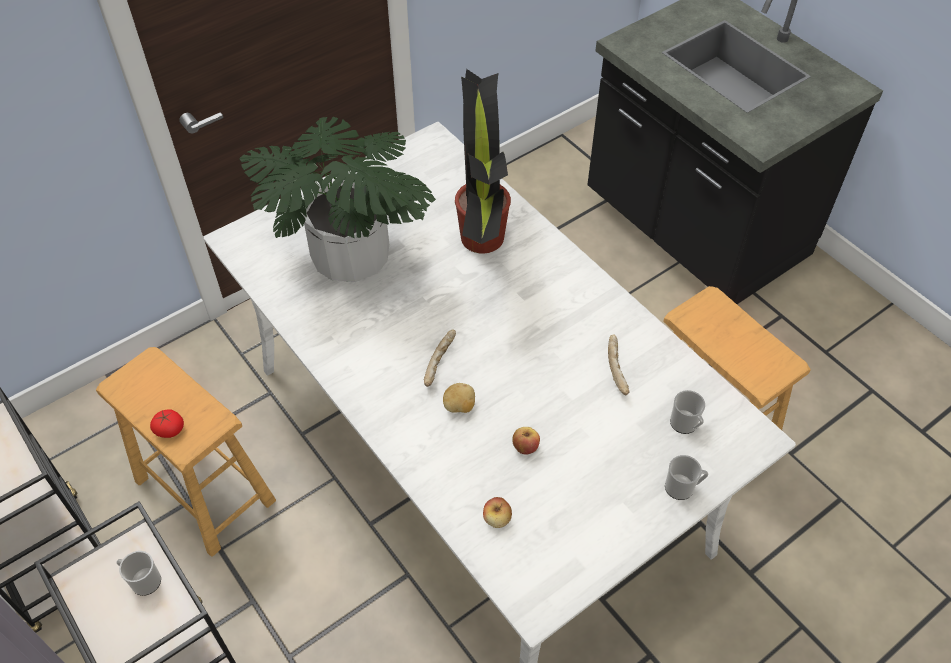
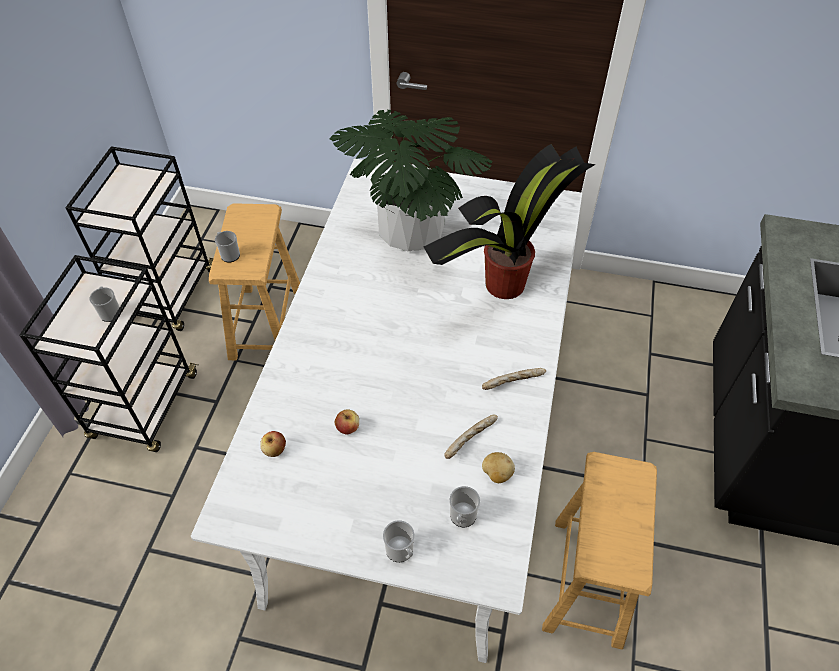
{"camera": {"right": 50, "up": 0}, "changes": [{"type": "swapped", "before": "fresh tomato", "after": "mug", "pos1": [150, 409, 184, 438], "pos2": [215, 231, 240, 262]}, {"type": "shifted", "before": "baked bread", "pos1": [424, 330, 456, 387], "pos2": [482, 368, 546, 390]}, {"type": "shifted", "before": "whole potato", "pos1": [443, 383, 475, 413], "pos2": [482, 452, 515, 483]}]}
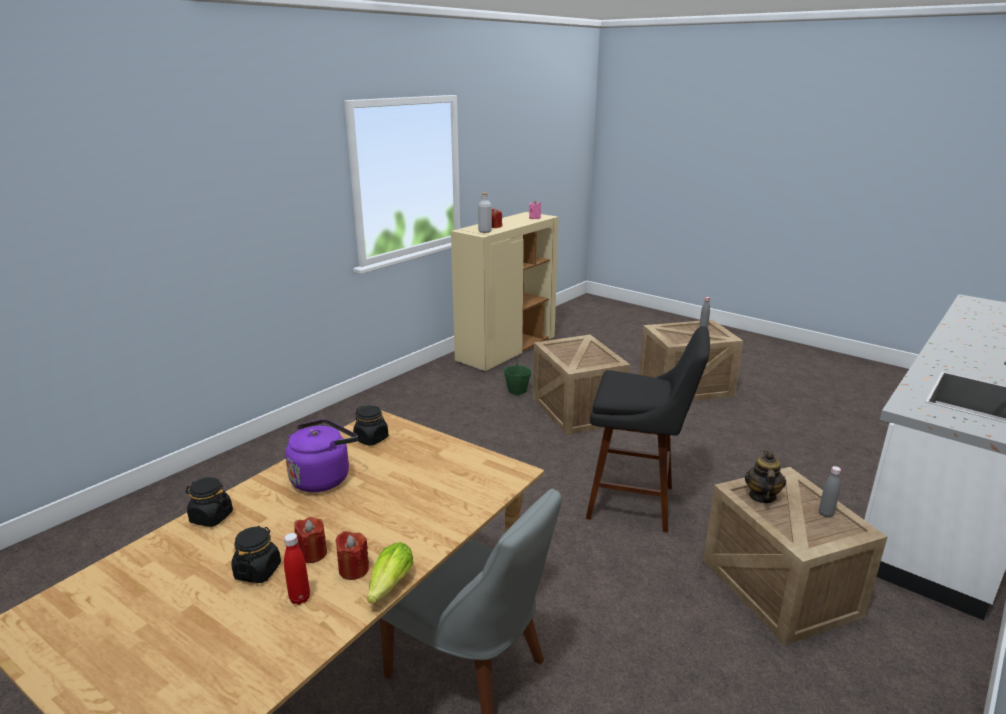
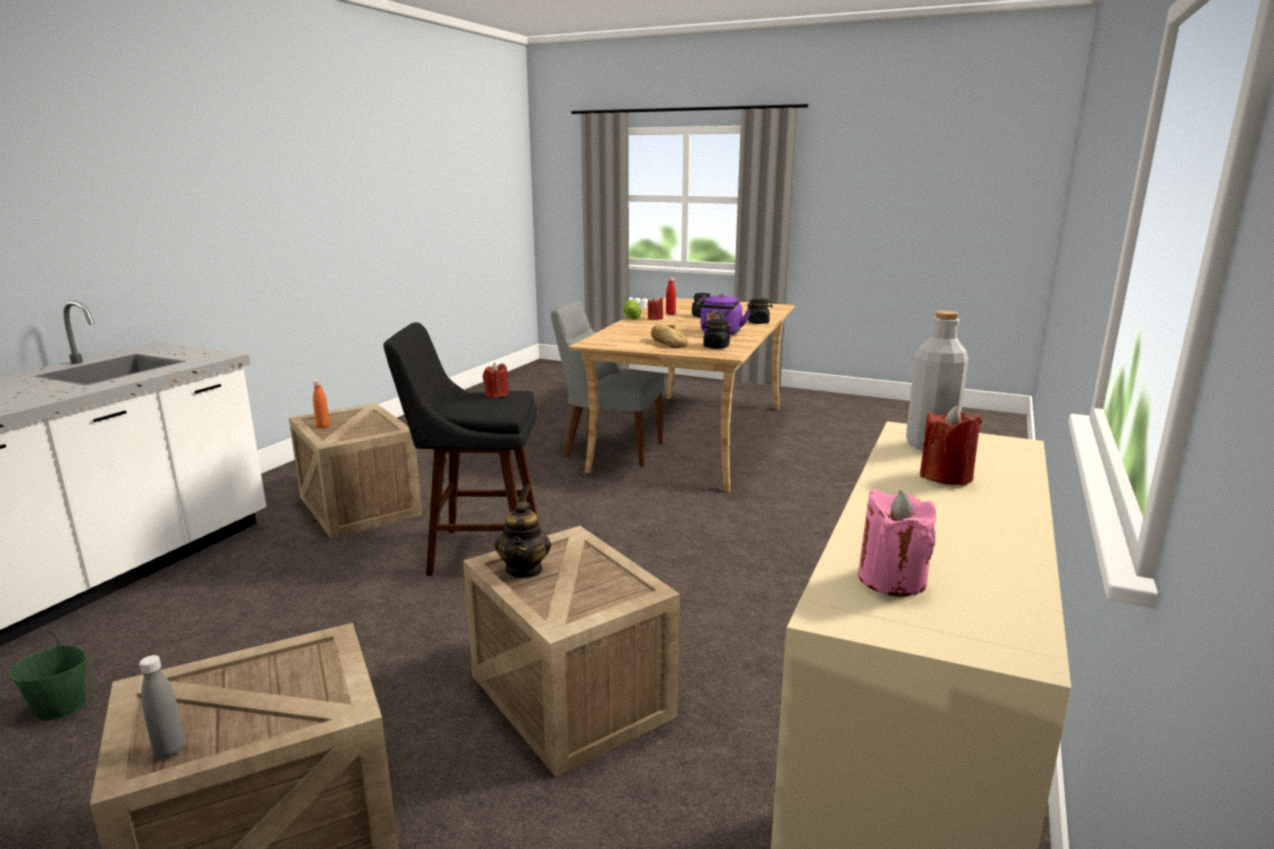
{"camera": {"right": 165, "up": -5}, "changes": [{"type": "shifted", "before": "green-coloured bucket", "pos1": [503, 356, 532, 395], "pos2": [9, 630, 88, 721]}, {"type": "repainted", "before": "grey beverage bottle", "after": "orangey beverage bottle", "pos1": [819, 466, 841, 518], "pos2": [313, 380, 330, 429]}, {"type": "shifted", "before": "red wax light", "pos1": [294, 517, 327, 563], "pos2": [483, 363, 509, 398]}, {"type": "shifted", "before": "pot for tea", "pos1": [745, 450, 786, 503], "pos2": [495, 502, 551, 578]}, {"type": "new", "after": "baked bread", "pos2": [651, 324, 687, 348]}]}
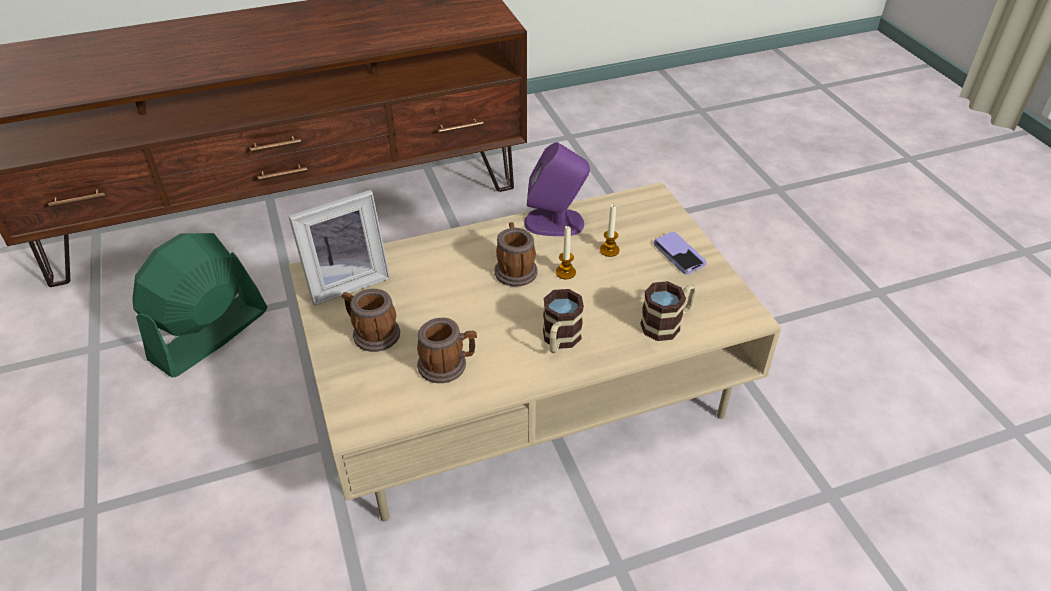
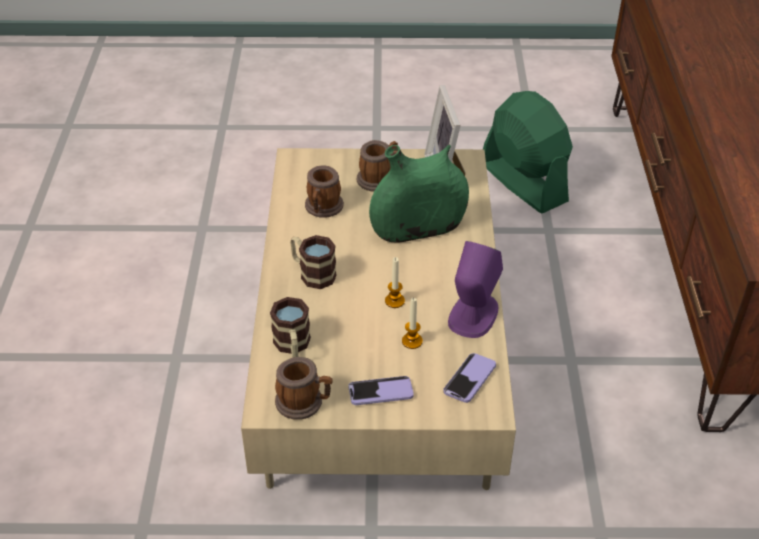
{"camera": {"right": 110, "up": 0}, "changes": [{"type": "shifted", "before": "mug", "pos1": [494, 222, 538, 286], "pos2": [275, 357, 333, 420]}, {"type": "new", "after": "green-coloured decorative vase", "pos2": [369, 145, 469, 243]}, {"type": "new", "after": "telephone", "pos2": [443, 353, 496, 403]}]}
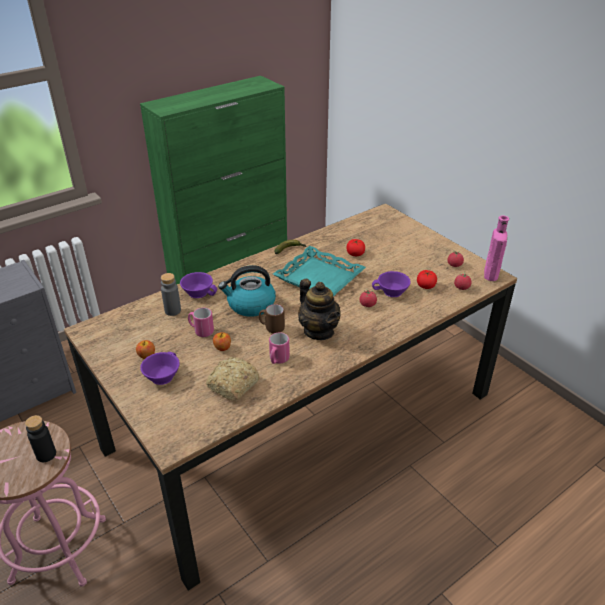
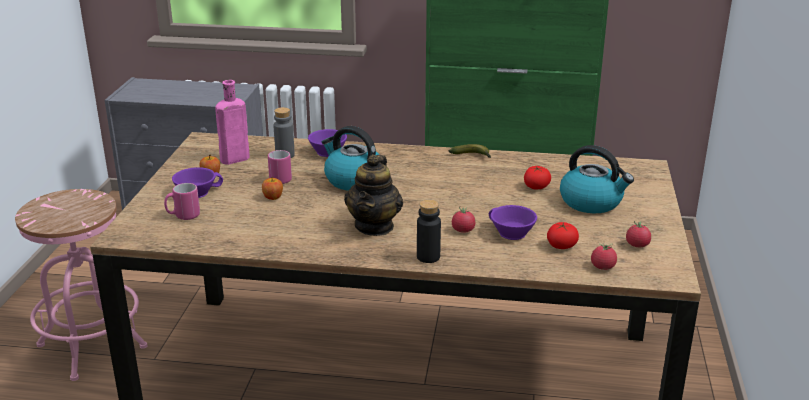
{"camera": {"right": 45, "up": -10}, "changes": [{"type": "shifted", "before": "pink-coloured mug", "pos1": [269, 332, 290, 364], "pos2": [164, 183, 200, 220]}, {"type": "shifted", "before": "pink-coloured beverage bottle", "pos1": [484, 215, 509, 281], "pos2": [215, 80, 250, 165]}, {"type": "shifted", "before": "black-coloured beverage bottle", "pos1": [25, 415, 56, 462], "pos2": [417, 200, 441, 263]}, {"type": "new", "after": "tea kettle", "pos2": [560, 145, 634, 213]}, {"type": "gone", "before": "baked bread", "pos1": [206, 357, 260, 401]}, {"type": "gone", "before": "brown-coloured mug", "pos1": [259, 304, 285, 333]}, {"type": "gone", "before": "turquoise serving tray", "pos1": [273, 246, 366, 297]}]}
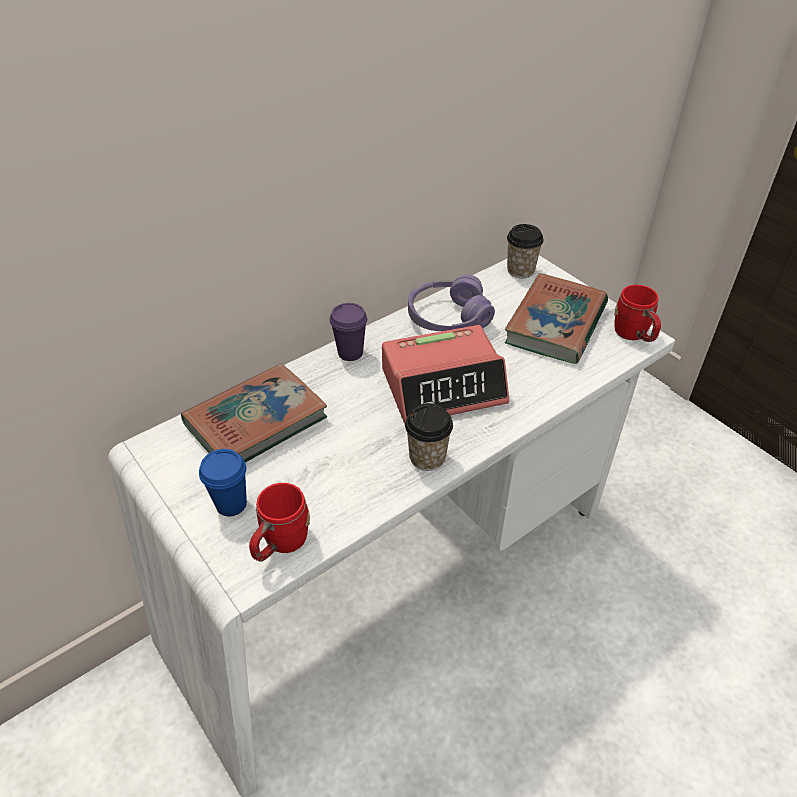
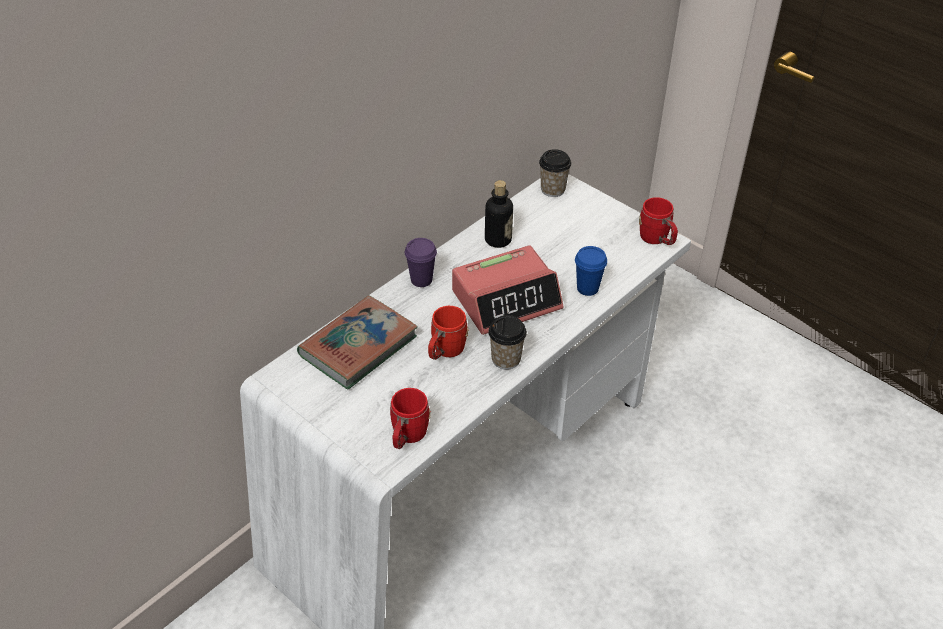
{"camera": {"right": -10, "up": 0}, "changes": [{"type": "new", "after": "red mug", "pos2": [428, 306, 468, 360]}, {"type": "swapped", "before": "purple headphones", "after": "beverage bottle", "pos1": [408, 275, 495, 331], "pos2": [485, 180, 513, 248]}, {"type": "shifted", "before": "blue-coloured small cup", "pos1": [199, 449, 247, 516], "pos2": [575, 246, 607, 296]}, {"type": "gone", "before": "bound book", "pos1": [505, 273, 608, 364]}]}
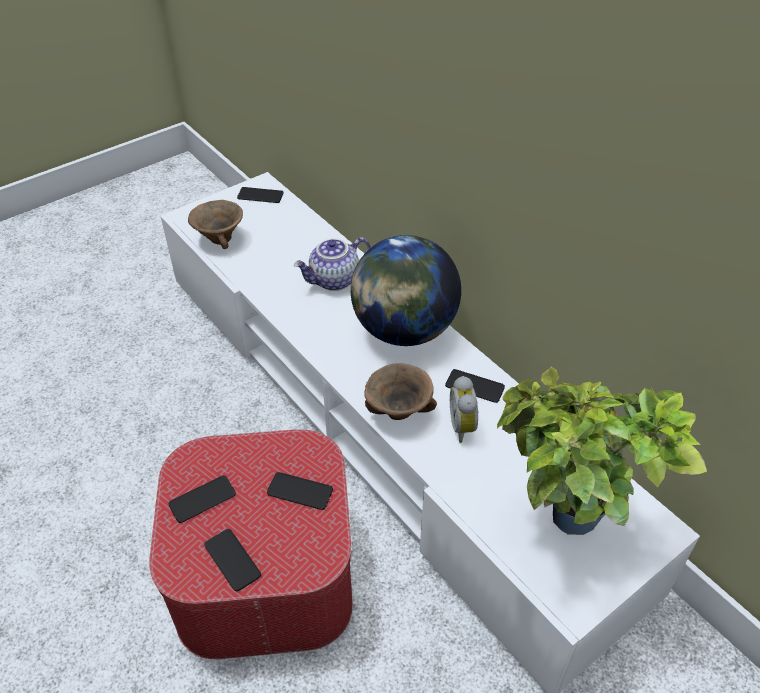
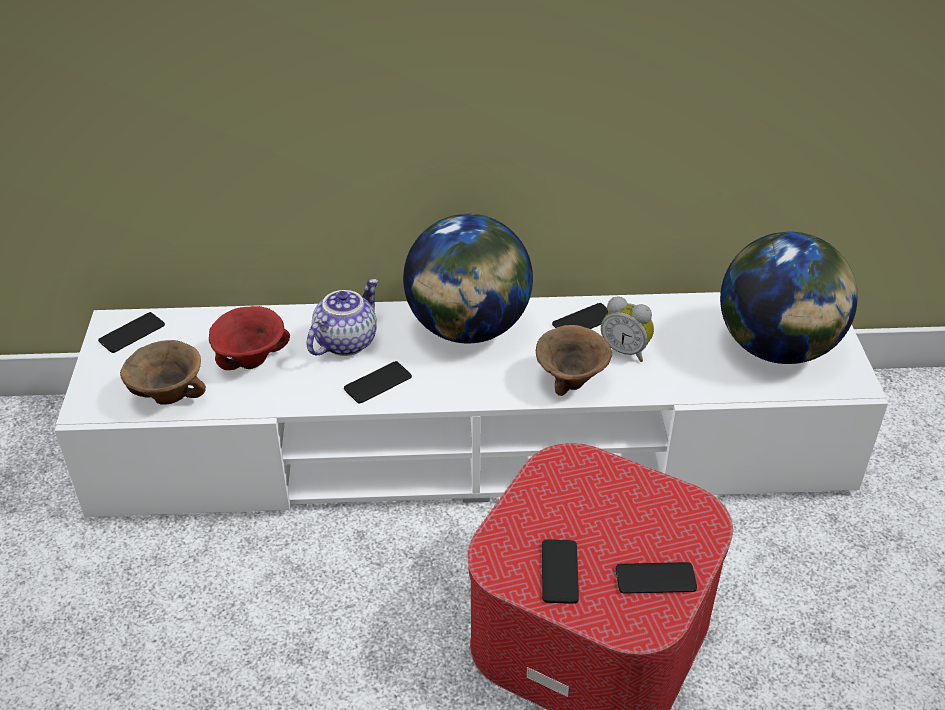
{"camera": {"right": -55, "up": -5}, "changes": [{"type": "new", "after": "red bowl", "pos2": [209, 306, 290, 370]}, {"type": "rotated", "before": "pot for tea", "pos1": [294, 237, 371, 291], "pos2": [306, 279, 378, 356], "turn": -150}, {"type": "shifted", "before": "telephone", "pos1": [267, 472, 333, 510], "pos2": [344, 361, 412, 404]}, {"type": "swapped", "before": "potted plant", "after": "desk globe", "pos1": [497, 367, 707, 535], "pos2": [720, 232, 858, 364]}]}
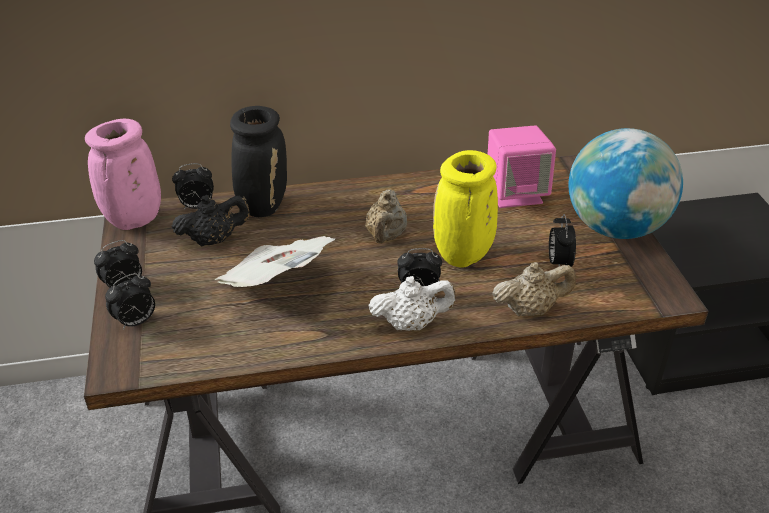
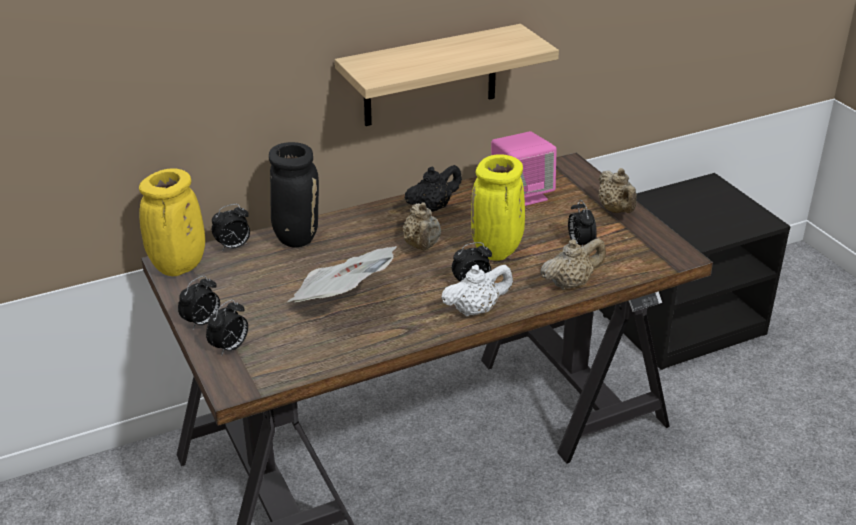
{"camera": {"right": -15, "up": -5}, "changes": [{"type": "repainted", "before": "pink-coloured decorative vase", "after": "yellowish decorative vase", "pos1": [85, 119, 161, 230], "pos2": [139, 168, 205, 276]}, {"type": "new", "after": "shelf", "pos2": [335, 24, 559, 126]}, {"type": "shifted", "before": "black-coloured pot for tea", "pos1": [171, 195, 250, 247], "pos2": [405, 165, 462, 212]}, {"type": "swapped", "before": "desk globe", "after": "sand-coloured pot for tea", "pos1": [568, 128, 683, 239], "pos2": [599, 168, 637, 213]}]}
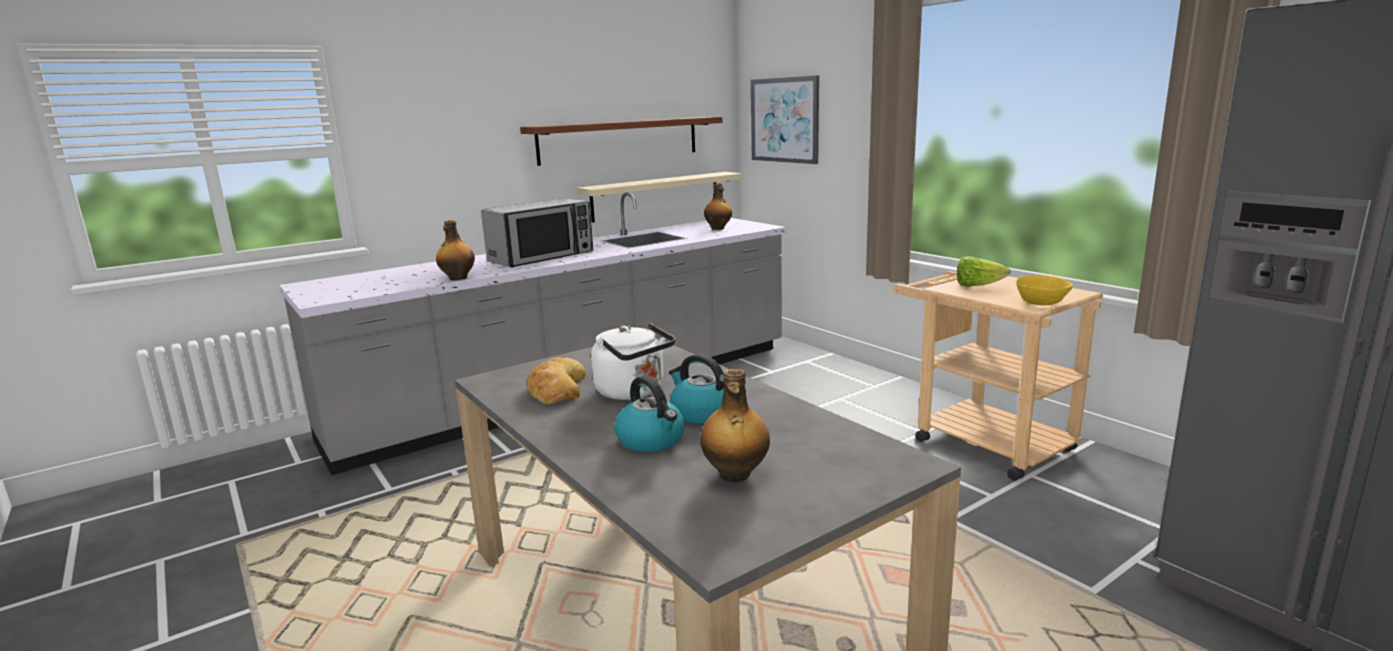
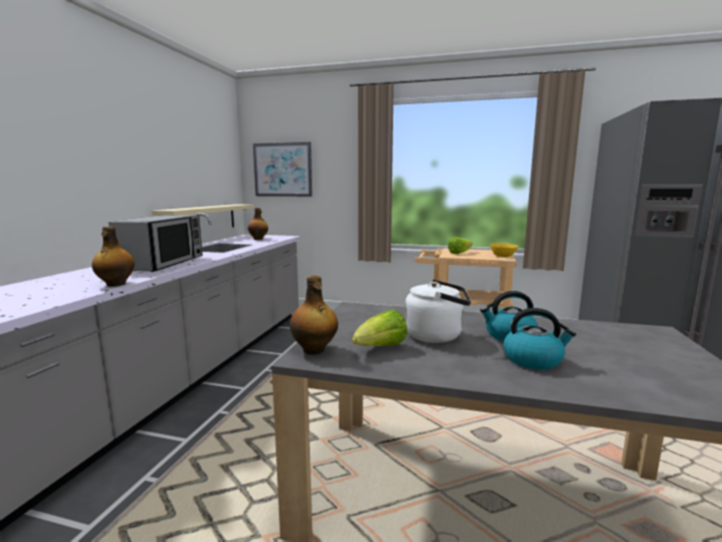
{"camera": {"right": -40, "up": -5}, "changes": [{"type": "shifted", "before": "beverage bottle", "pos1": [700, 369, 770, 483], "pos2": [290, 275, 338, 355]}, {"type": "swapped", "before": "baked bread", "after": "head of lettuce", "pos1": [527, 357, 586, 404], "pos2": [352, 310, 408, 346]}, {"type": "gone", "before": "shelf", "pos1": [520, 117, 722, 166]}]}
